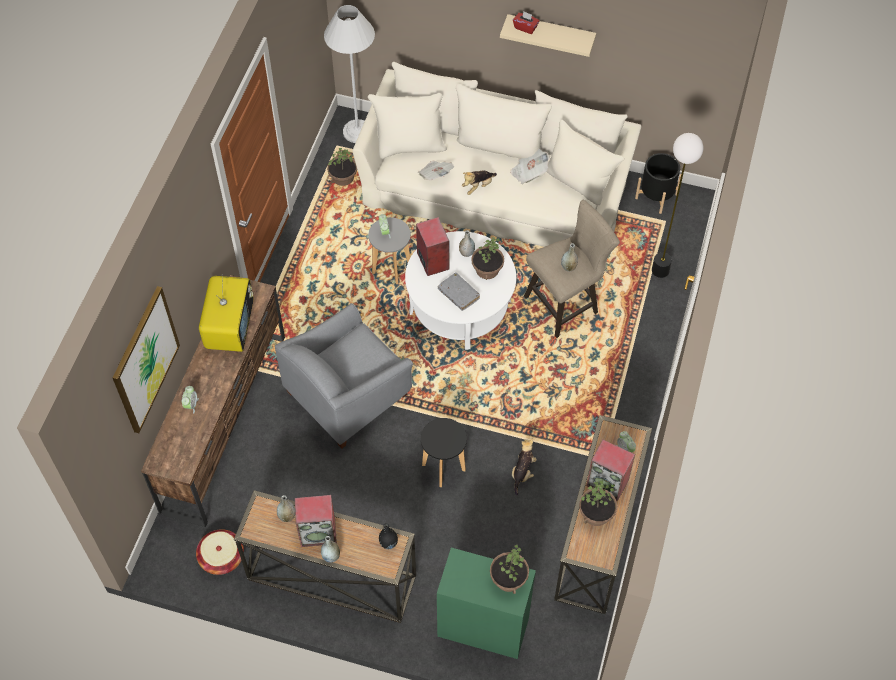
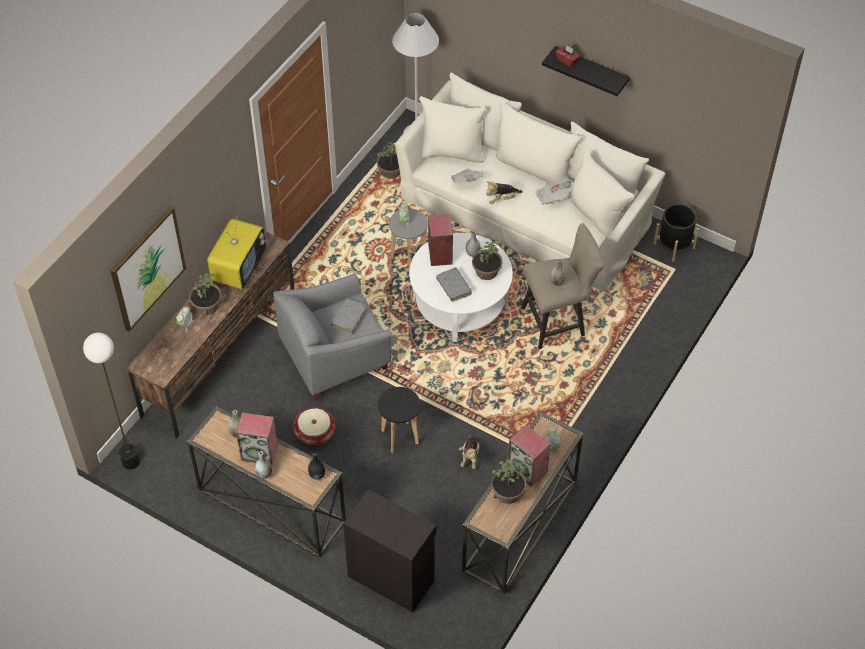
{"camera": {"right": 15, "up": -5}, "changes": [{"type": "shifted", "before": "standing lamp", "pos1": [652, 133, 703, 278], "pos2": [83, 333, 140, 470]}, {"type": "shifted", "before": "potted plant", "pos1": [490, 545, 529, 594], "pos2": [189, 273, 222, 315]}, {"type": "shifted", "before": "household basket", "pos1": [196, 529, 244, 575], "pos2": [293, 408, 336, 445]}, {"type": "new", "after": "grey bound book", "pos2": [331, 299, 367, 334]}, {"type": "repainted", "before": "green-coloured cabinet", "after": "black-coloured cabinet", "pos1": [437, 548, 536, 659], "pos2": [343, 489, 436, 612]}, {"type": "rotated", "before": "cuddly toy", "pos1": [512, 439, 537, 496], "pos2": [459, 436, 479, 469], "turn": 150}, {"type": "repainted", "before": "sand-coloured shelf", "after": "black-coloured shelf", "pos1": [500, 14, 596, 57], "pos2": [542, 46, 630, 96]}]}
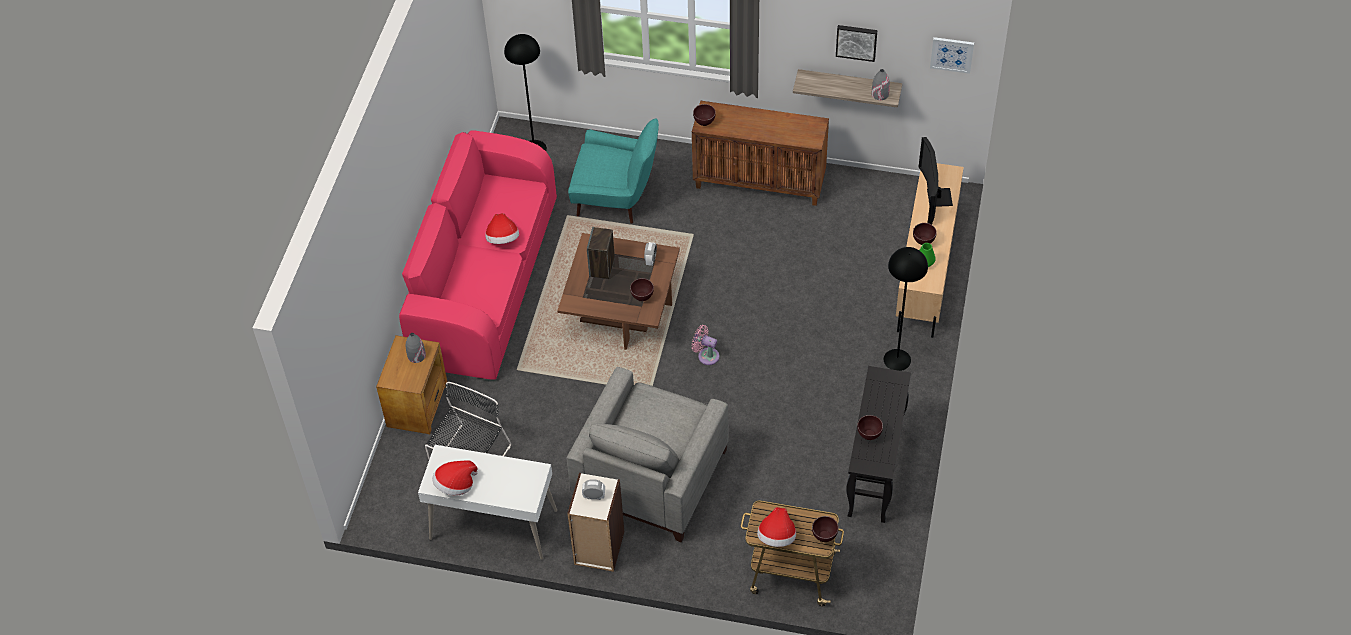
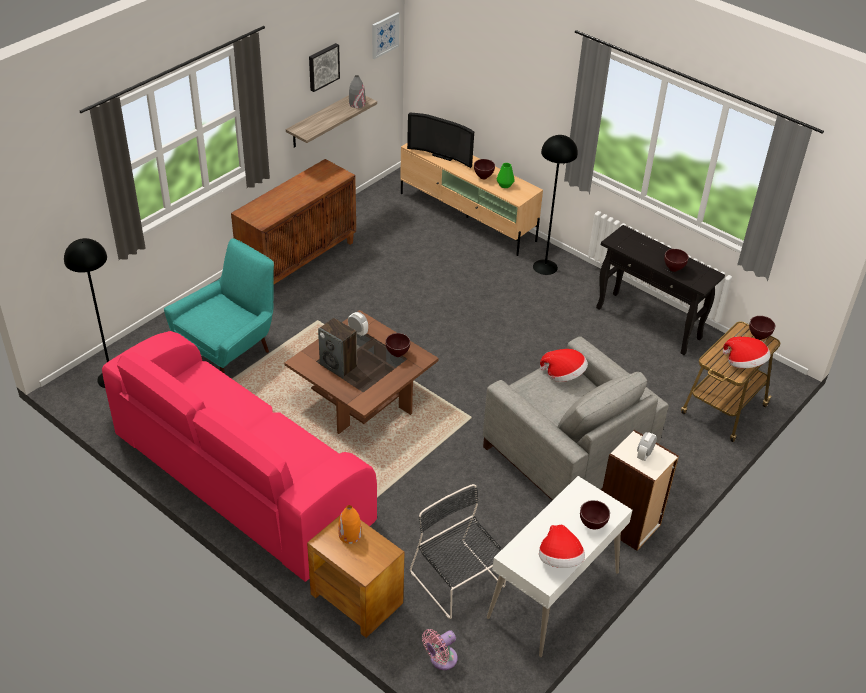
{"camera": {"right": -65, "up": -10}, "changes": [{"type": "repainted", "before": "grey decorative vase", "after": "orangey decorative vase", "pos1": [406, 333, 426, 363], "pos2": [338, 505, 361, 544]}, {"type": "shifted", "before": "pink-coloured electric fan", "pos1": [692, 325, 720, 365], "pos2": [422, 629, 458, 670]}, {"type": "shifted", "before": "clothing hat", "pos1": [485, 213, 519, 244], "pos2": [540, 349, 588, 382]}, {"type": "shifted", "before": "brown-coloured bowl", "pos1": [693, 104, 716, 126], "pos2": [580, 500, 610, 529]}]}
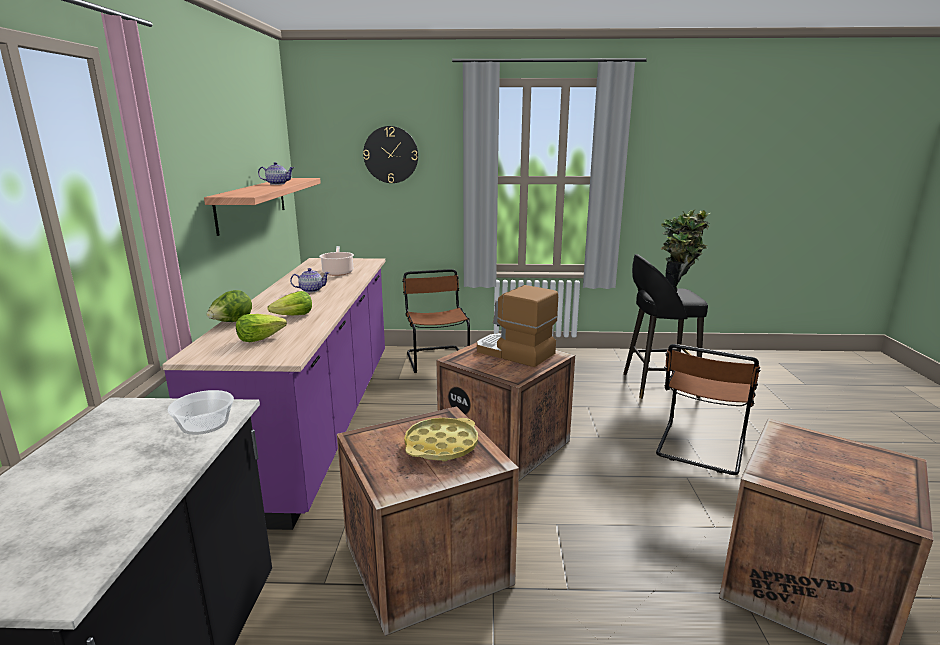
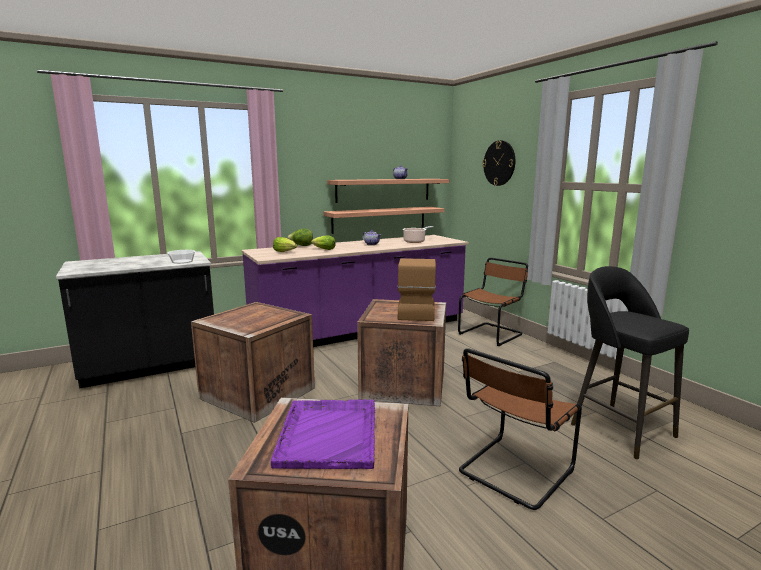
{"camera": {"right": 60, "up": -5}, "changes": [{"type": "new", "after": "purple serving tray", "pos2": [271, 399, 375, 469]}, {"type": "new", "after": "shelf", "pos2": [323, 207, 445, 234]}, {"type": "rotated", "before": "brown-coloured upright chair", "pos1": [656, 344, 761, 475], "pos2": [459, 348, 582, 510], "turn": -45}, {"type": "gone", "before": "yellowish serving tray", "pos1": [404, 418, 478, 462]}, {"type": "gone", "before": "potted plant", "pos1": [661, 209, 710, 292]}]}
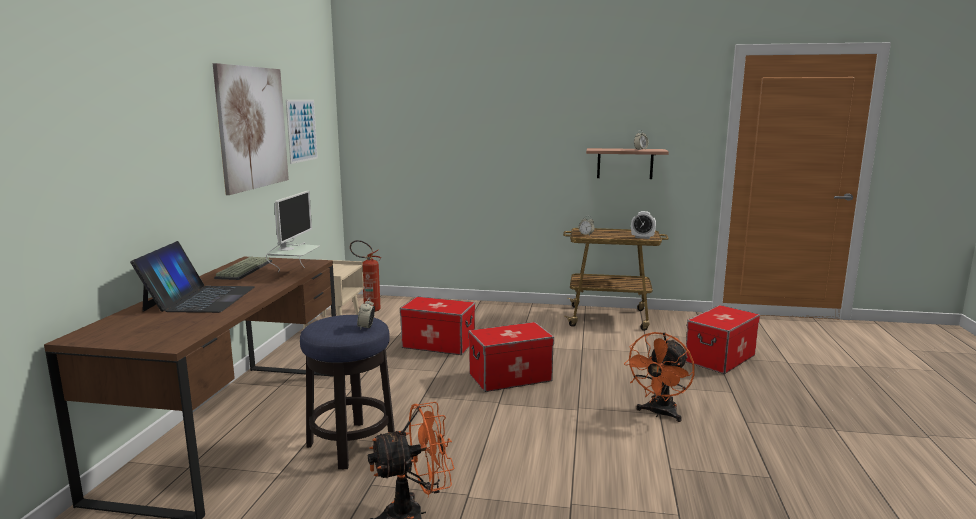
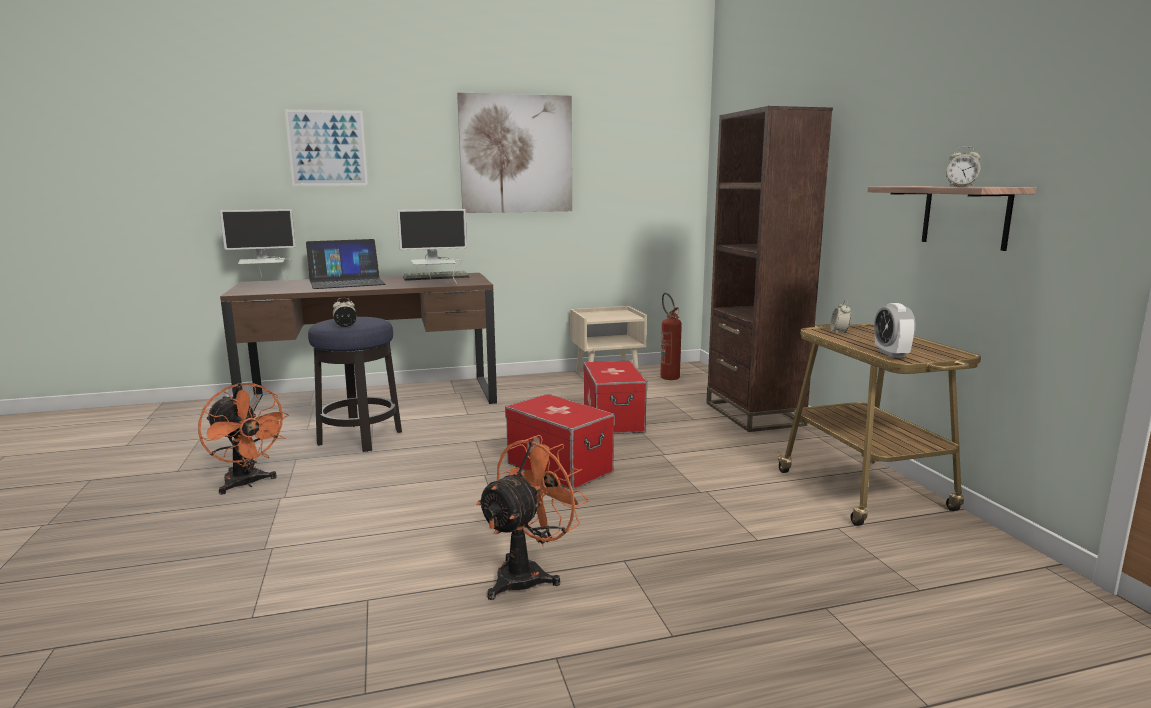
{"camera": {"right": 65, "up": 0}, "changes": [{"type": "new", "after": "computer display", "pos2": [220, 209, 296, 283]}, {"type": "shifted", "before": "picture", "pos1": [286, 99, 318, 164], "pos2": [285, 109, 368, 186]}, {"type": "rotated", "before": "orangey electric fan", "pos1": [624, 332, 695, 422], "pos2": [476, 435, 589, 600], "turn": 120}, {"type": "new", "after": "brown-coloured bookcase", "pos2": [706, 106, 833, 432]}, {"type": "gone", "before": "storage box", "pos1": [685, 305, 760, 374]}]}
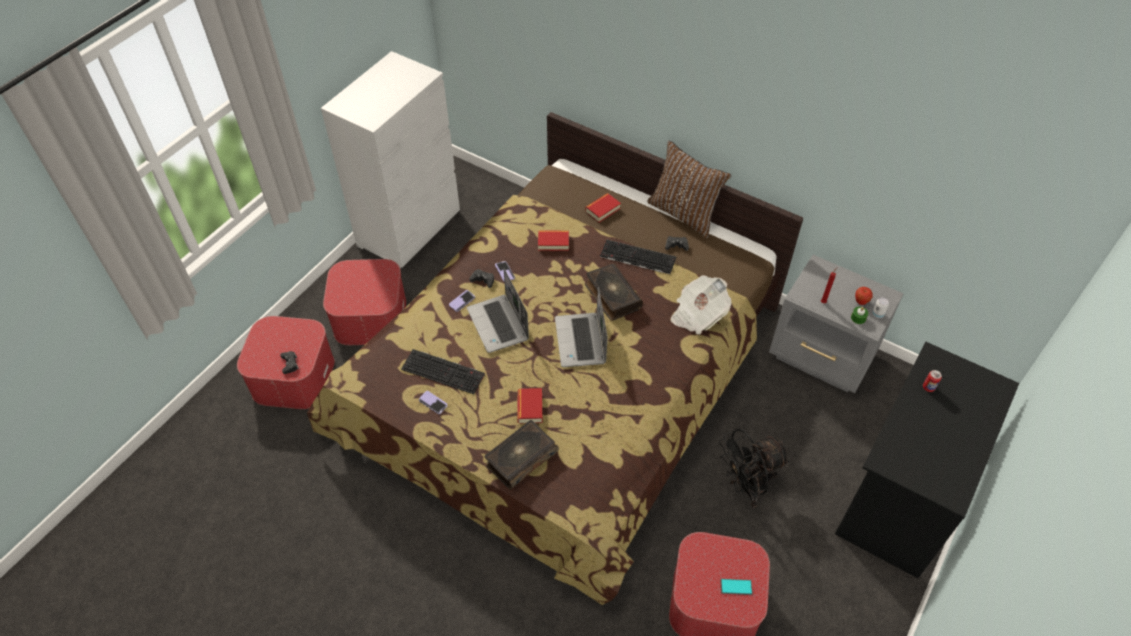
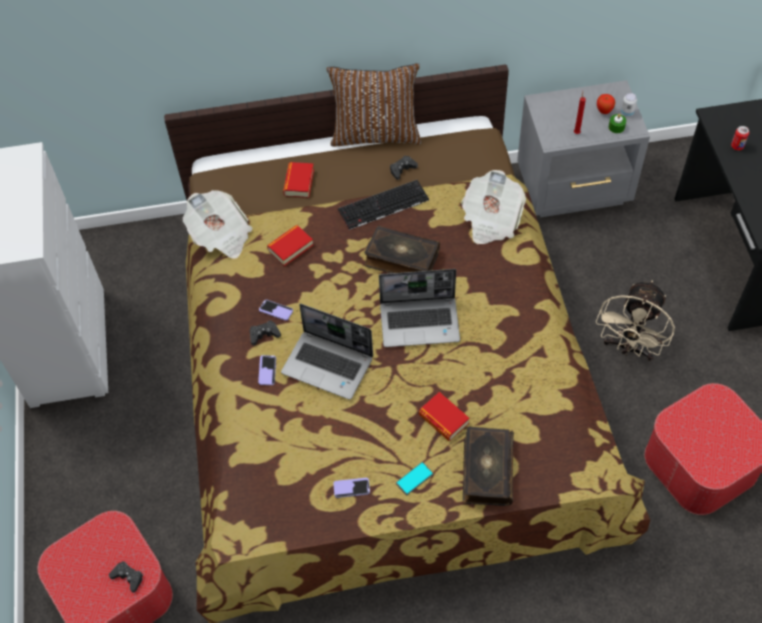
{"camera": {"right": -40, "up": 5}, "changes": [{"type": "new", "after": "printed paper", "pos2": [183, 190, 253, 259]}, {"type": "rotated", "before": "laptop", "pos1": [555, 287, 608, 367], "pos2": [379, 269, 460, 347], "turn": -45}, {"type": "shifted", "before": "telephone", "pos1": [720, 579, 752, 595], "pos2": [396, 462, 433, 495]}, {"type": "repainted", "before": "black-coloured electric fan", "after": "sand-coloured electric fan", "pos1": [719, 429, 790, 508], "pos2": [596, 280, 675, 361]}, {"type": "gone", "before": "ottoman", "pos1": [323, 259, 406, 345]}, {"type": "gone", "before": "PC keyboard", "pos1": [401, 349, 485, 394]}]}
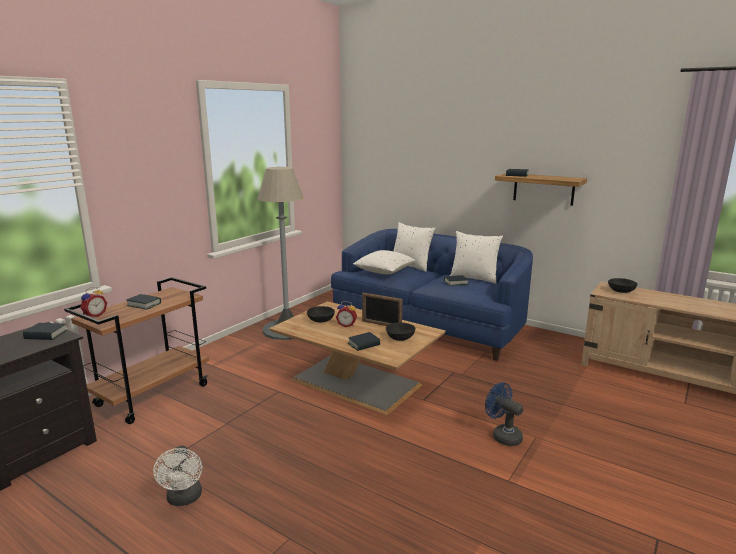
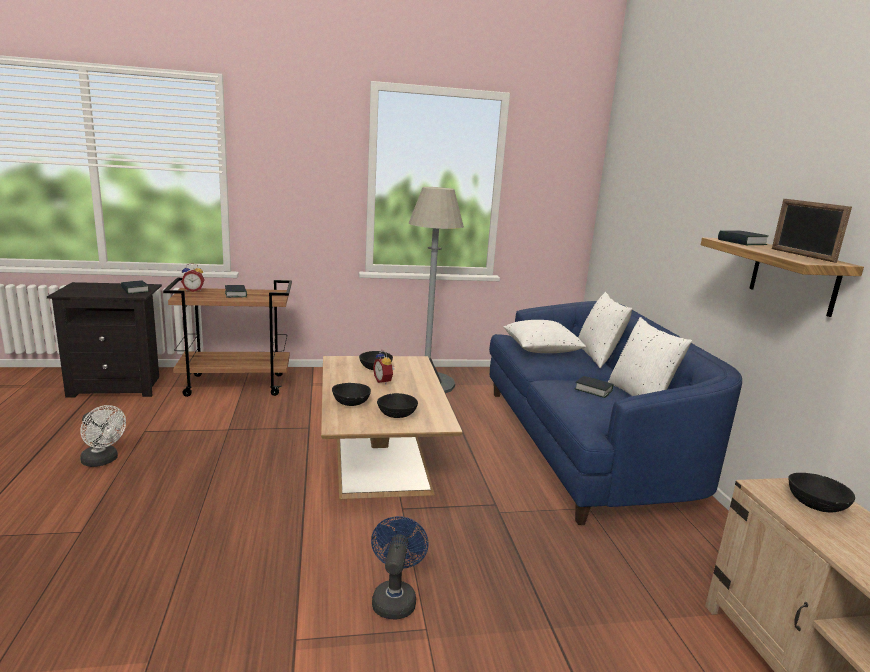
{"camera": {"right": 45, "up": 0}, "changes": [{"type": "rotated", "before": "white-coloured electric fan", "pos1": [153, 445, 202, 506], "pos2": [80, 405, 126, 467], "turn": -90}, {"type": "swapped", "before": "bound book", "after": "black-coloured bowl", "pos1": [348, 332, 380, 351], "pos2": [332, 383, 371, 406]}, {"type": "shifted", "before": "standing frame", "pos1": [362, 293, 402, 326], "pos2": [772, 199, 852, 263]}]}
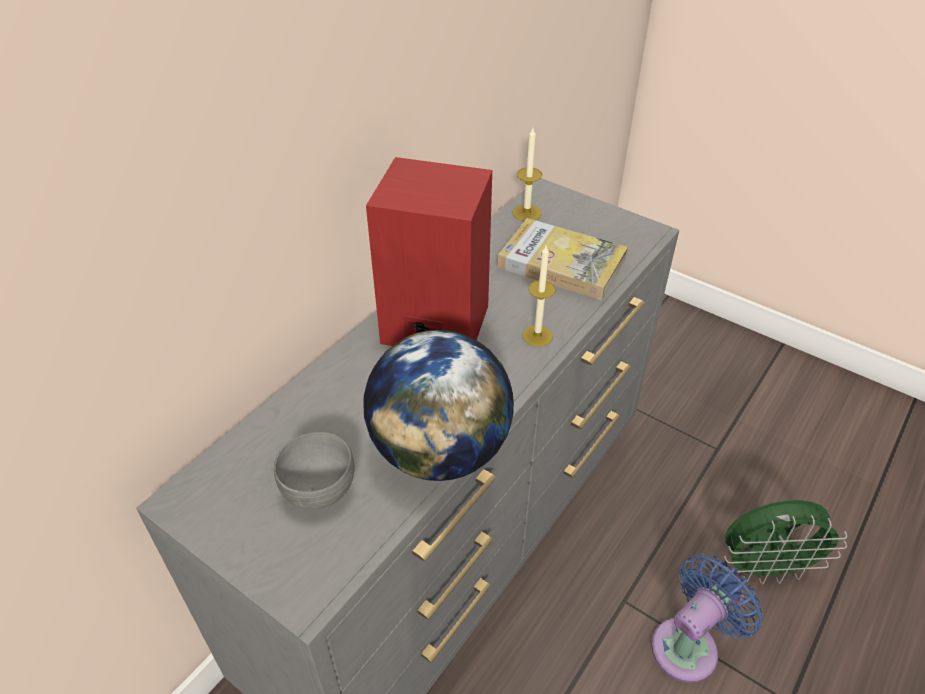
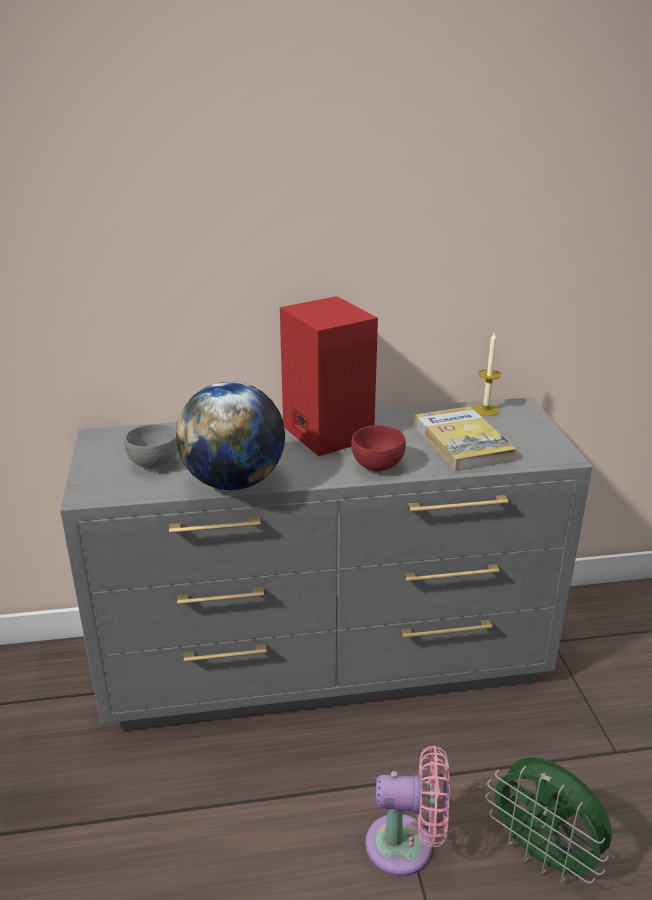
{"camera": {"right": 45, "up": -15}, "changes": [{"type": "swapped", "before": "wax light", "after": "red bowl", "pos1": [523, 246, 555, 347], "pos2": [351, 425, 406, 472]}, {"type": "repainted", "before": "blue-coloured electric fan", "after": "pink-coloured electric fan", "pos1": [651, 554, 763, 683], "pos2": [365, 746, 450, 877]}]}
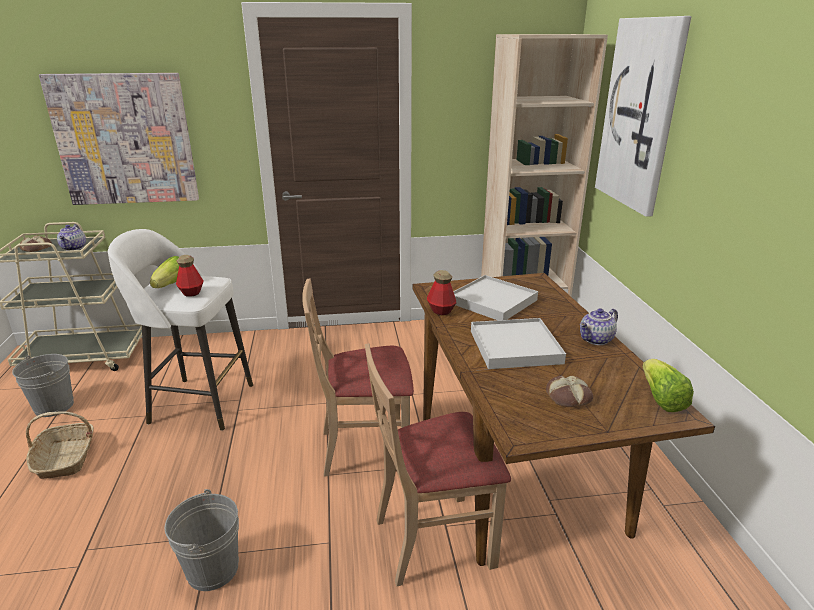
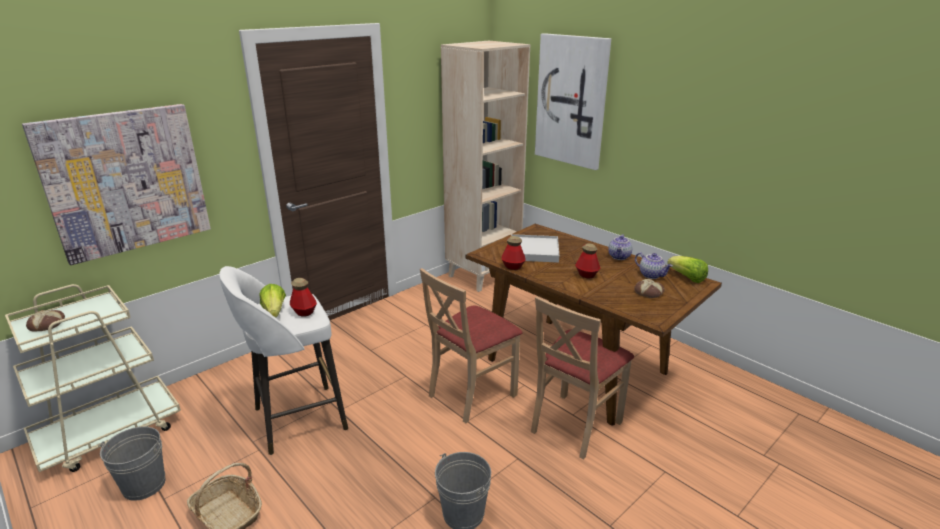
{"camera": {"right": -35, "up": 0}, "changes": [{"type": "swapped", "before": "white-coloured serving tray", "after": "beverage bottle", "pos1": [471, 318, 566, 369], "pos2": [575, 243, 600, 279]}, {"type": "shifted", "before": "pot for tea", "pos1": [57, 224, 86, 251], "pos2": [635, 252, 673, 279]}]}
